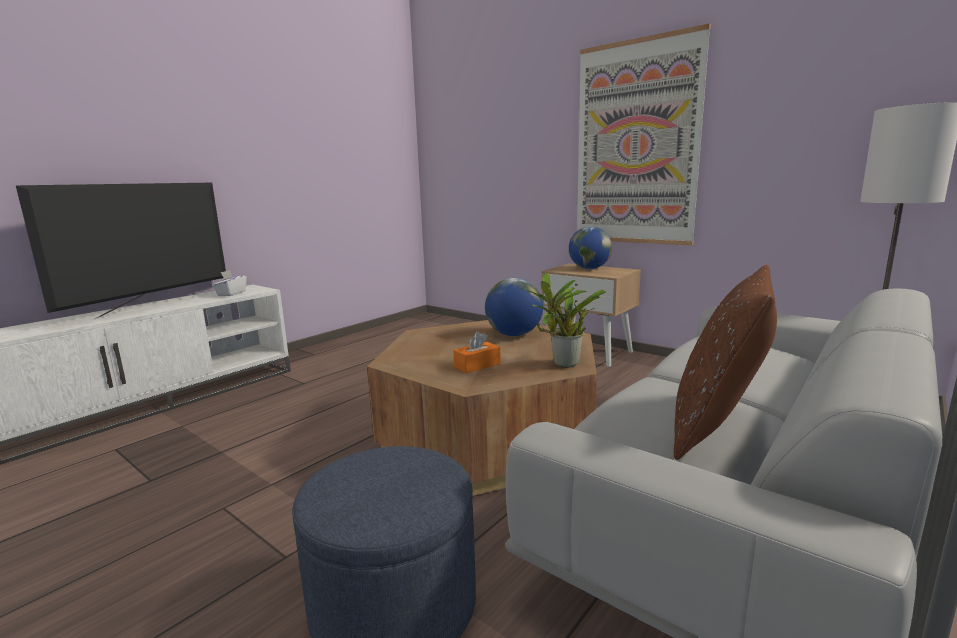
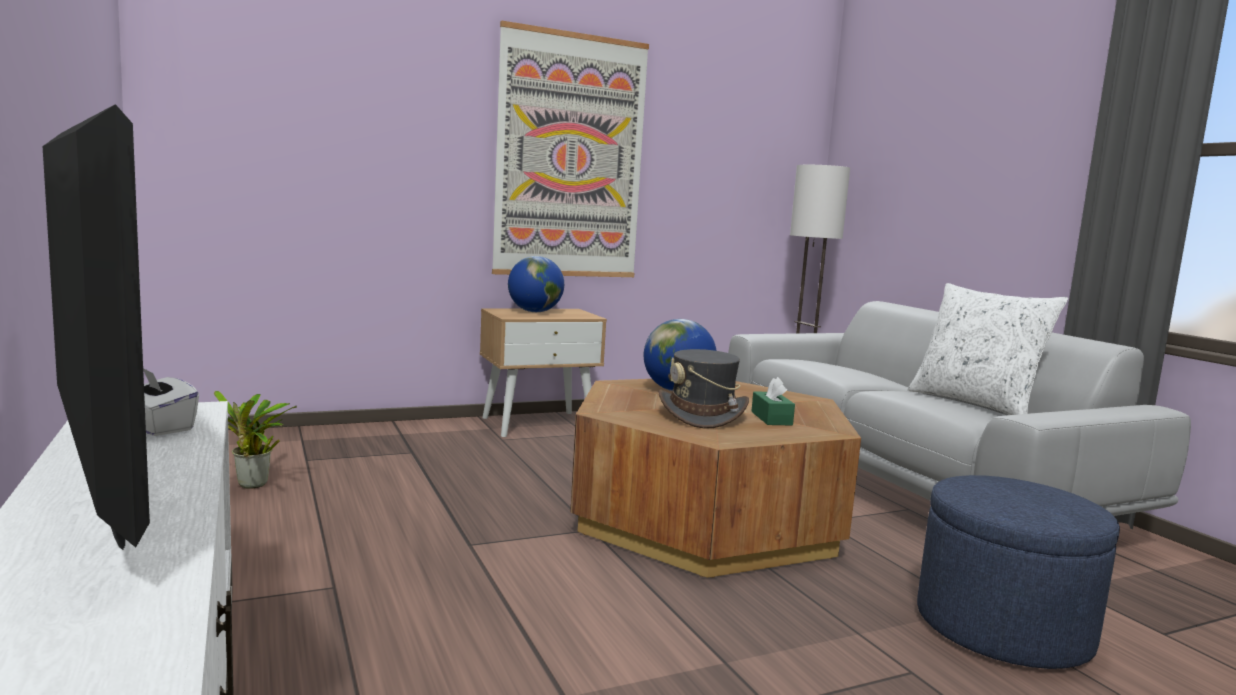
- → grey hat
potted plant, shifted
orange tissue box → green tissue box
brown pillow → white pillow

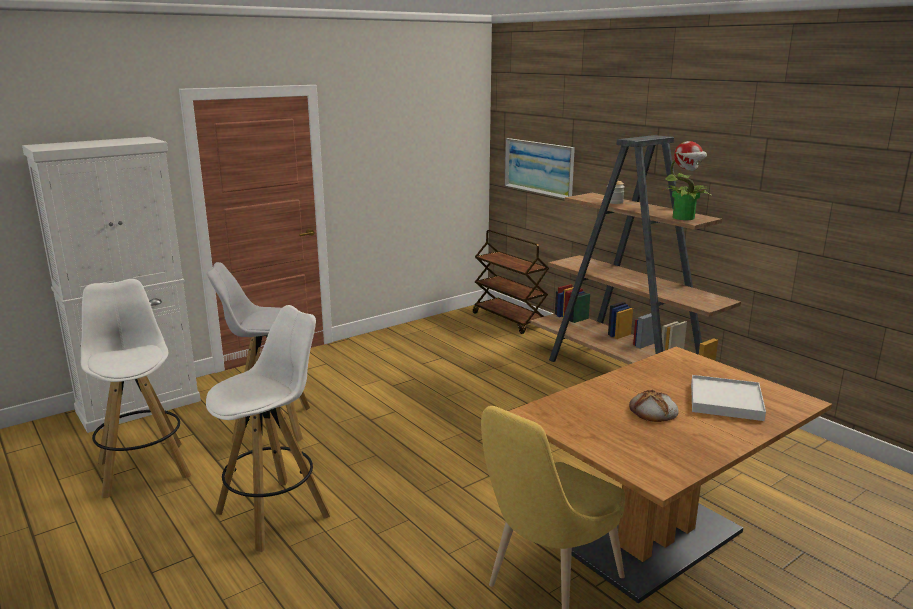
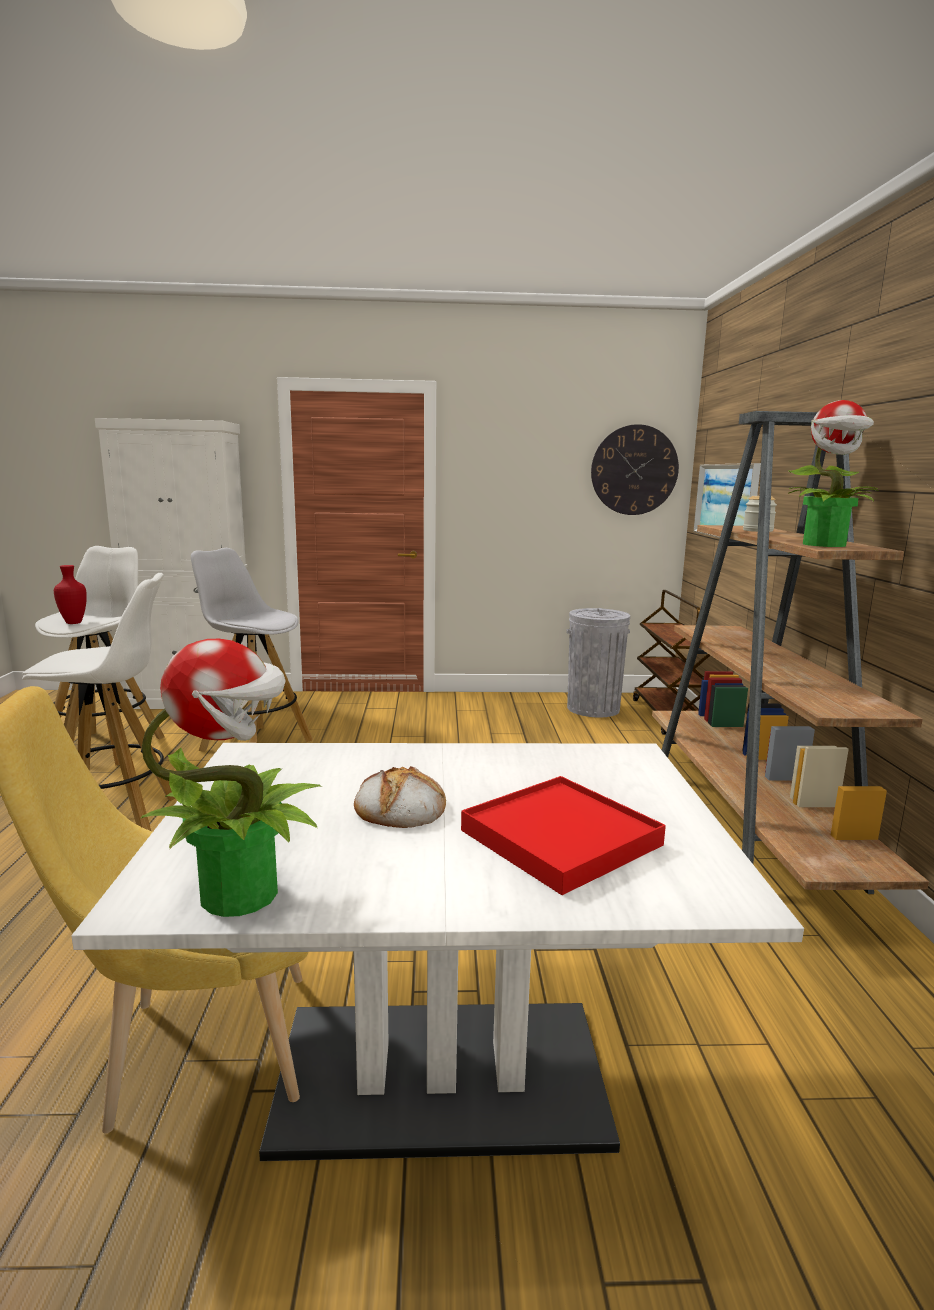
- → red vase
- → potted plant (no. 1 from left)
- → grey trash can
- → wall clock
brown dining table → white dining table
white tray → red tray

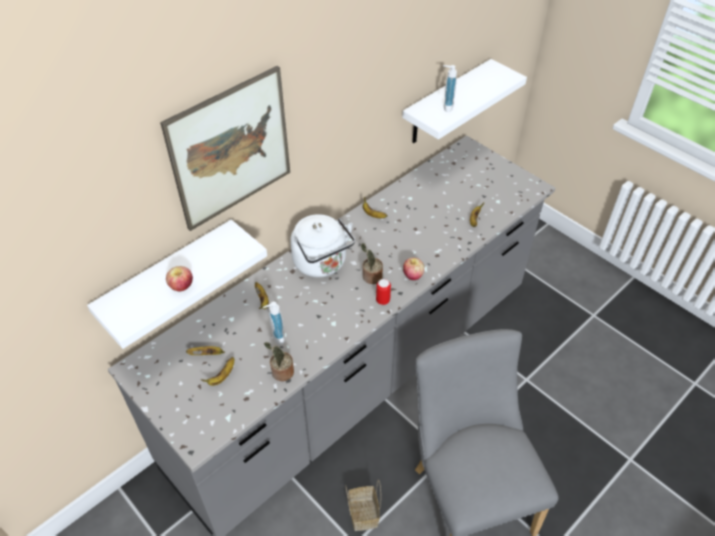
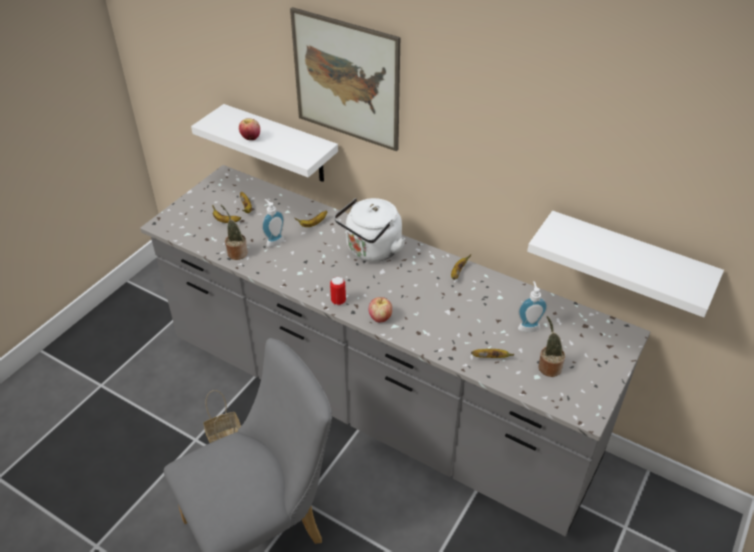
potted plant (no. 2 from left), shifted
soap dispenser (no. 2 from left), shifted

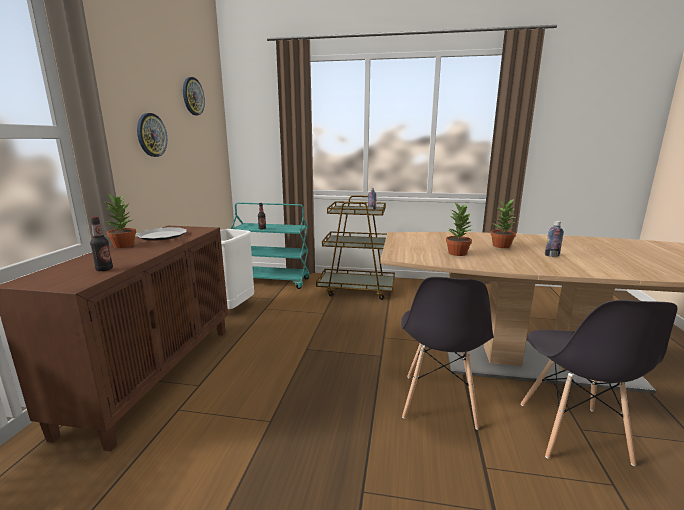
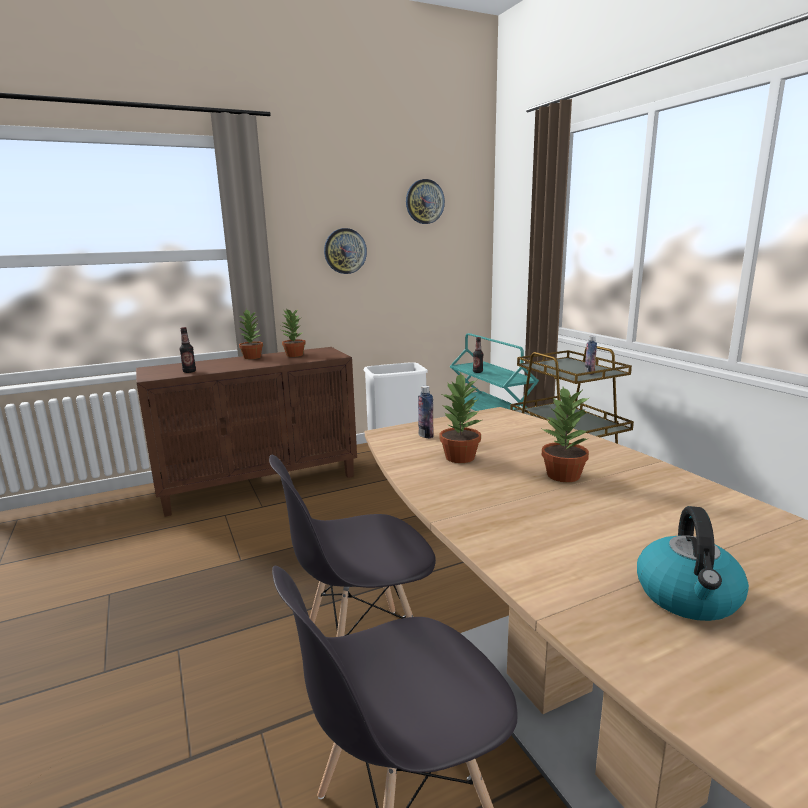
- → kettle
bottle (no. 4 from left in the first image) → bottle (no. 2 from left), shifted
plate → potted plant (no. 2 from left)

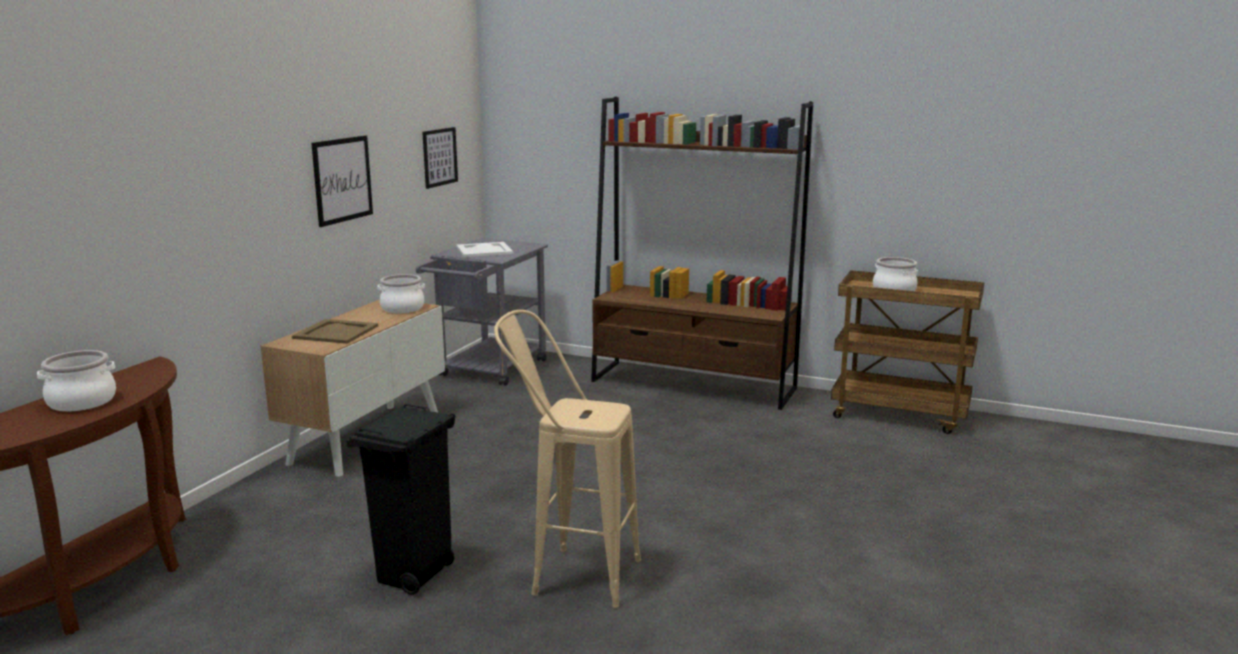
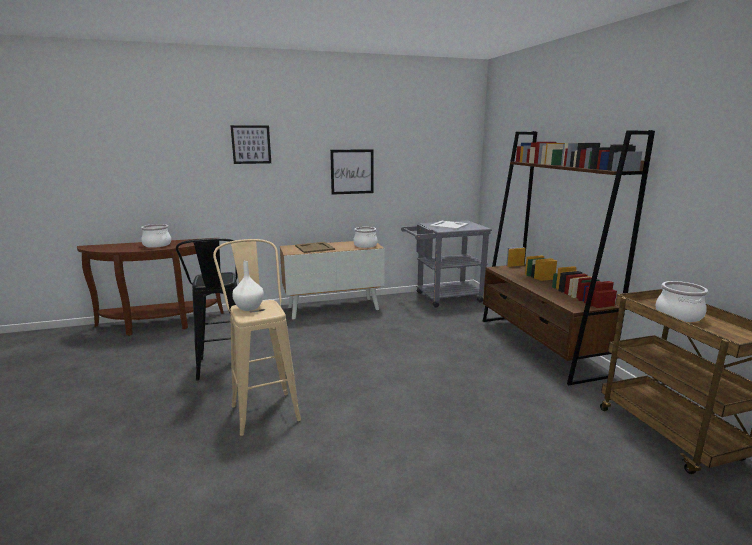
- → white vase
picture (no. 2 from left in the first image) → picture (no. 1 from left), shifted
black trash can → black stool

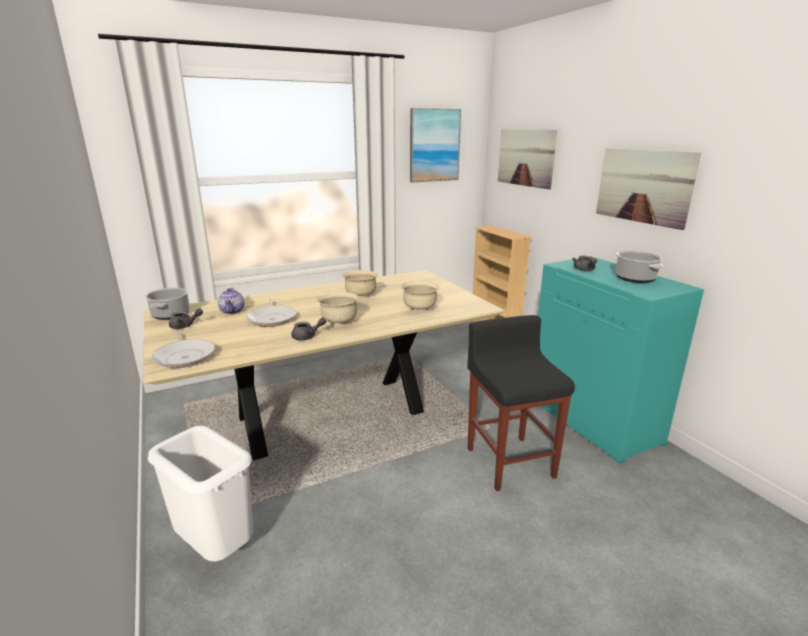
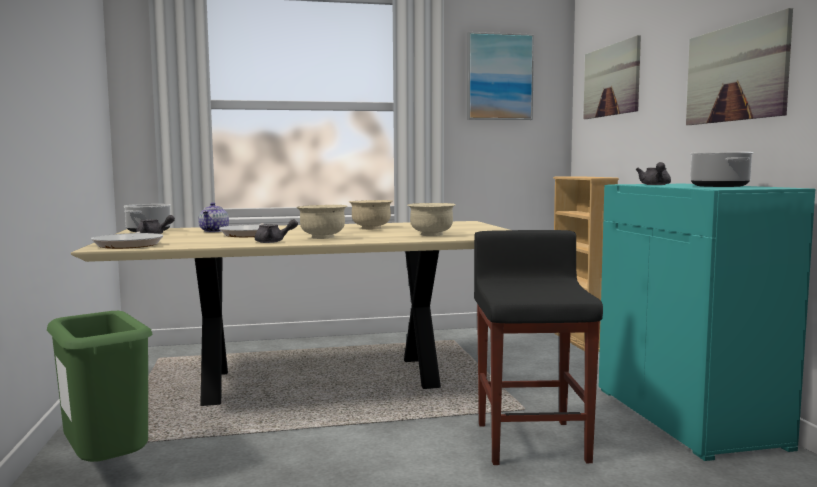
white trash can → green trash can

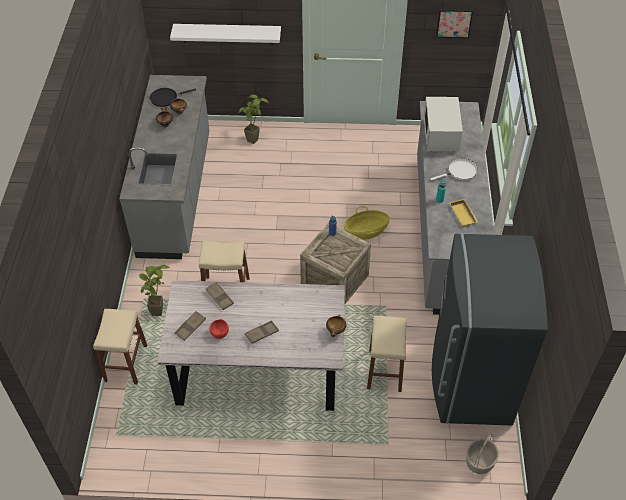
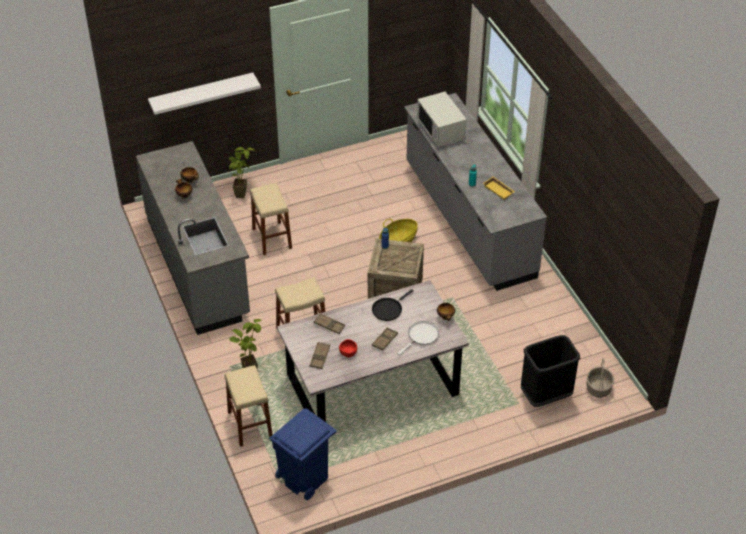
grey fridge → -
picture → -
- → blue trash can
- → black trash can
black frying pan, shifted
beige stool (no. 3 from left in the first image) → beige stool (no. 2 from left), shifted
white frying pan, shifted

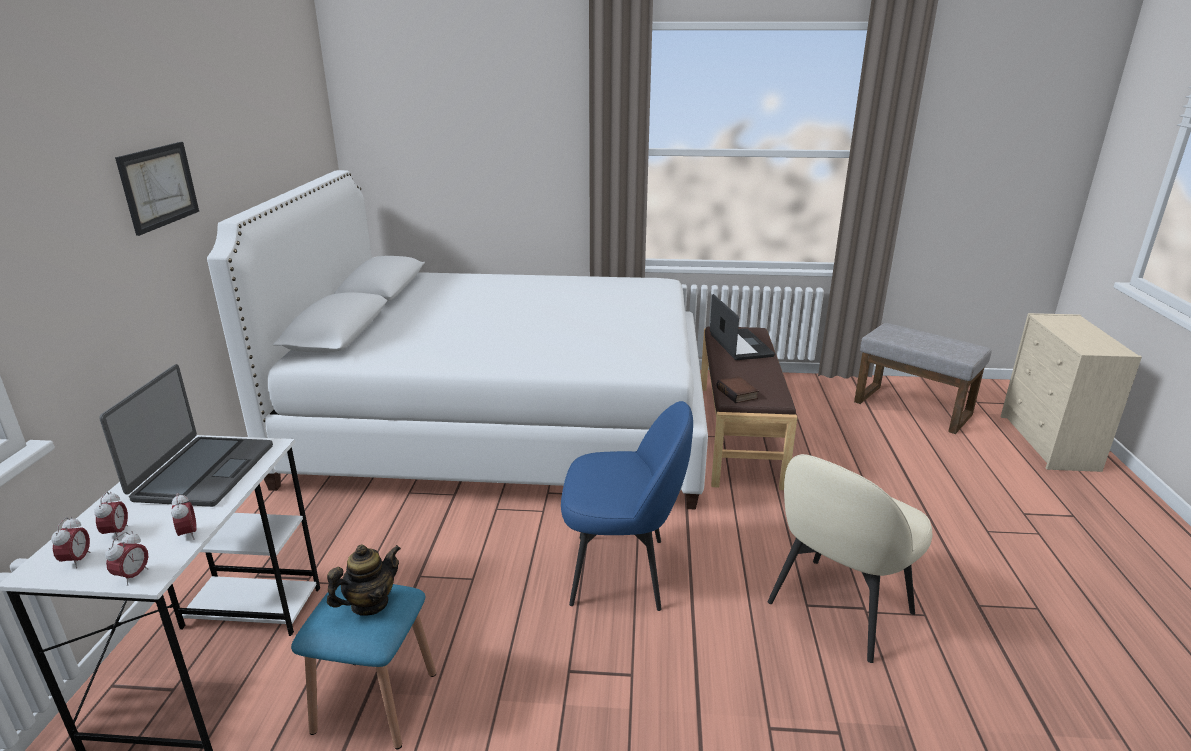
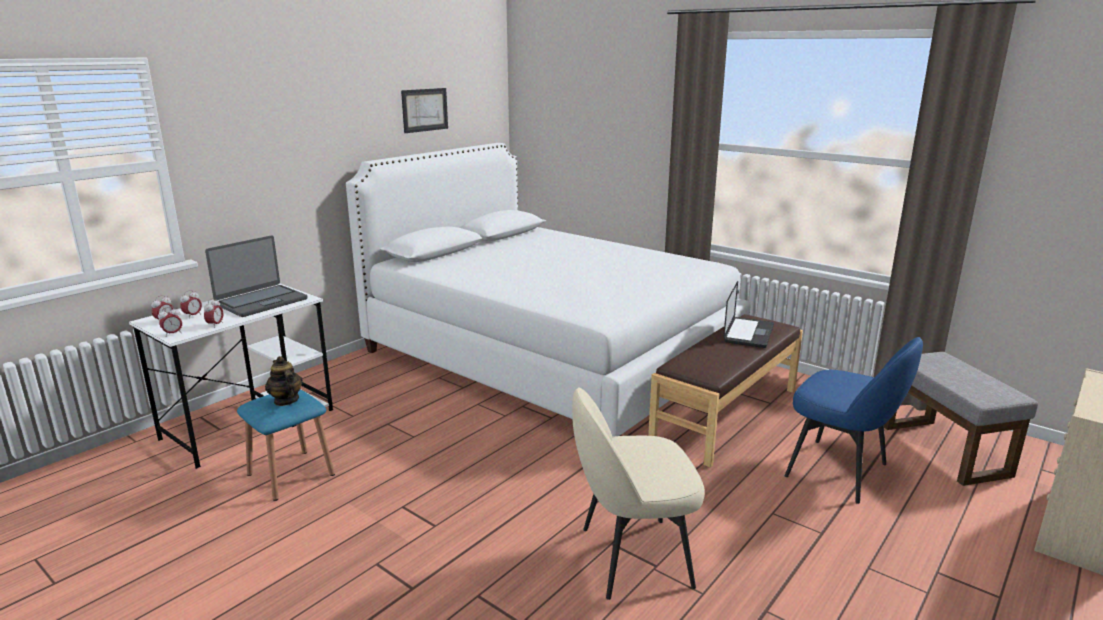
book → -
picture, shifted
blue chair, shifted
teapot, 120 degrees counterclockwise

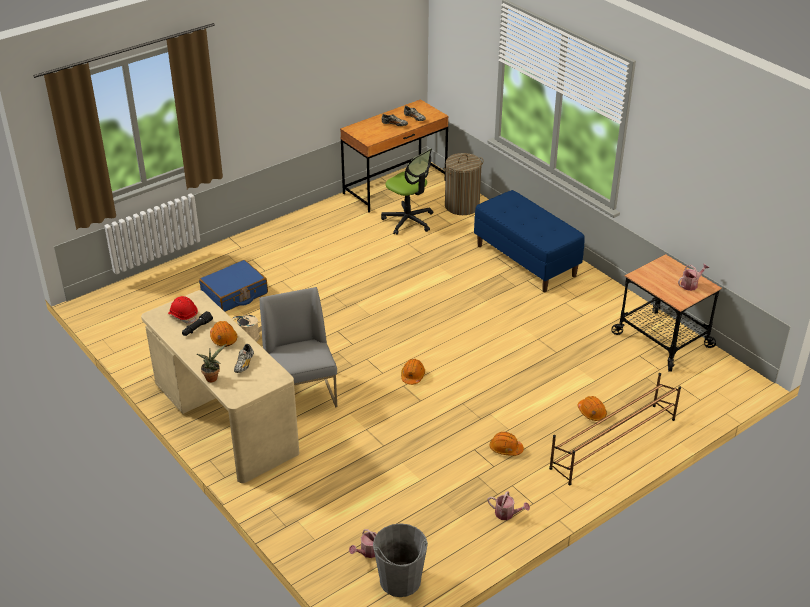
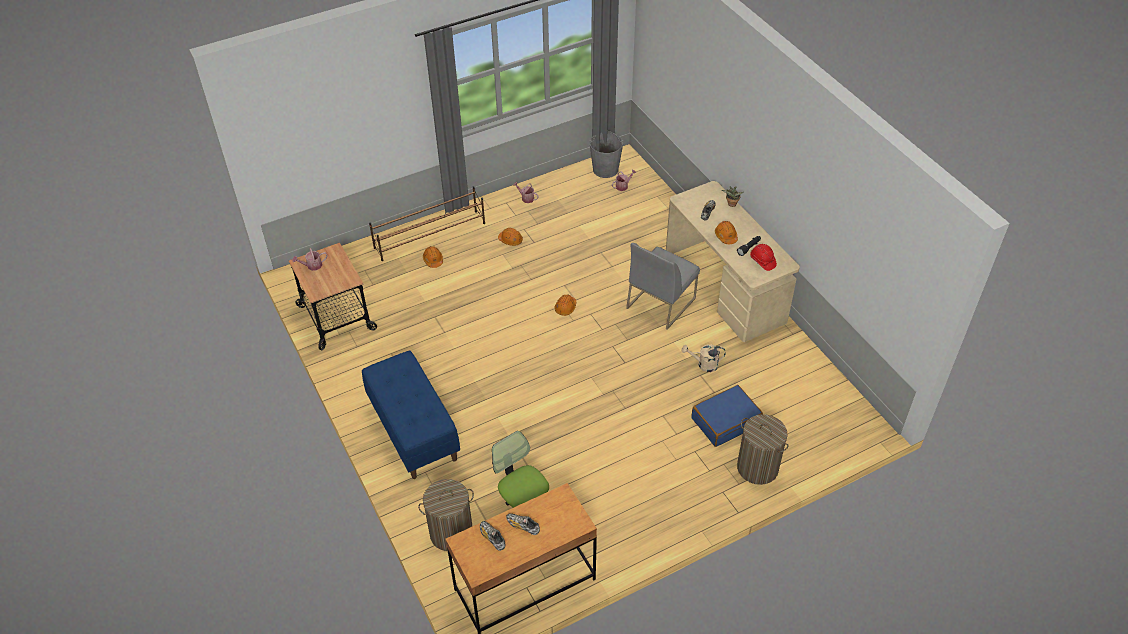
- → laundry basket (no. 2 from left)
grey chair, 45 degrees clockwise

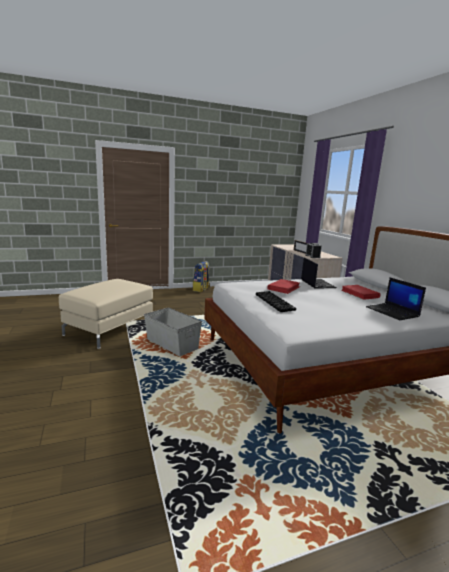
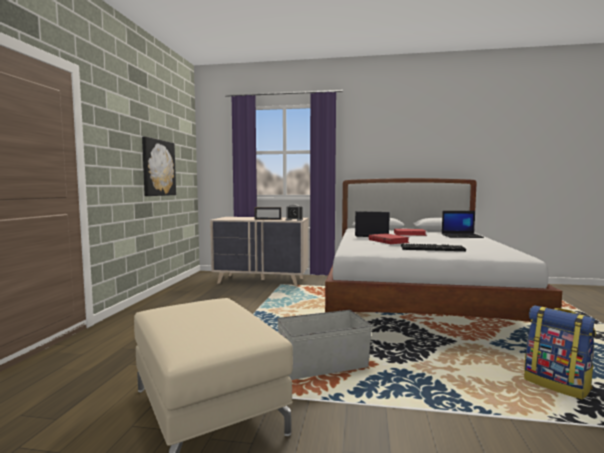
- → picture
backpack, shifted

